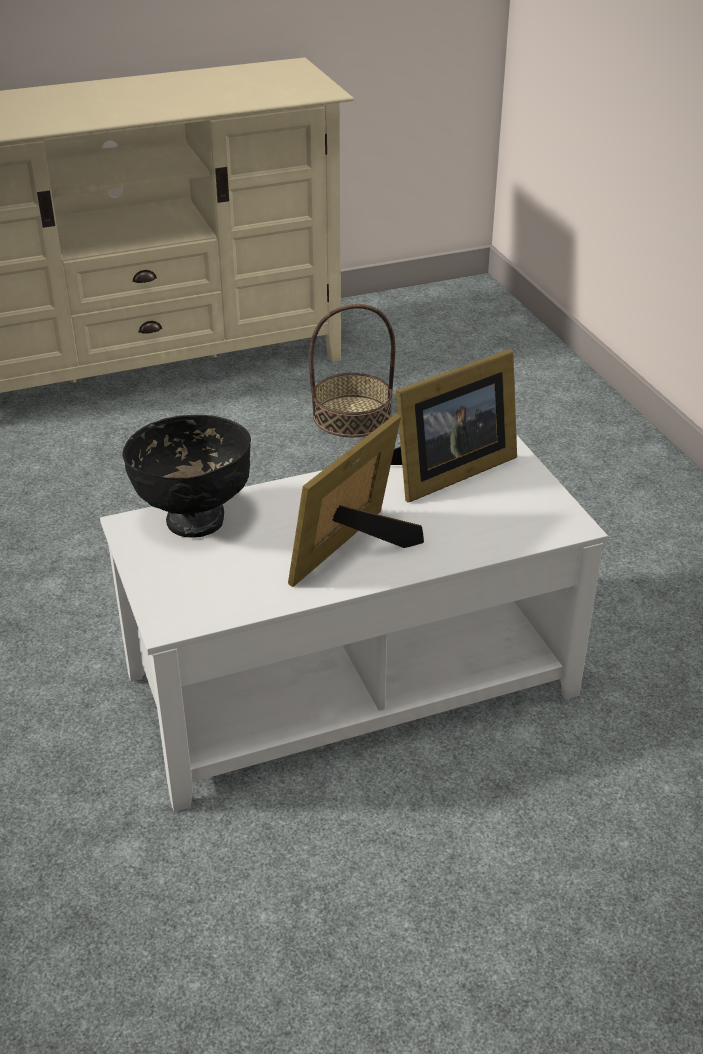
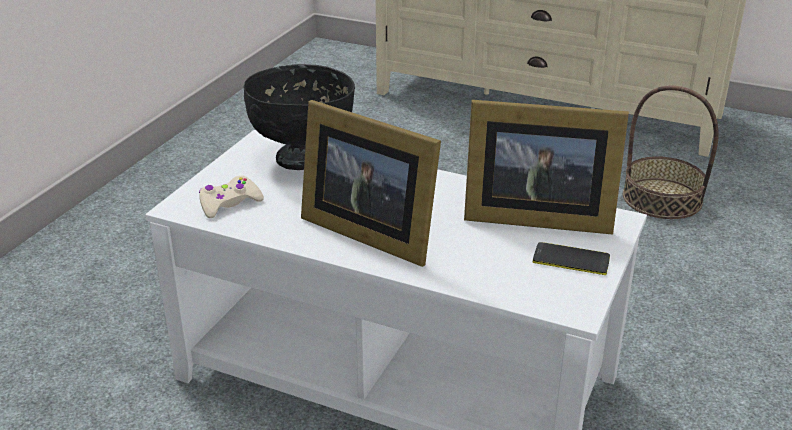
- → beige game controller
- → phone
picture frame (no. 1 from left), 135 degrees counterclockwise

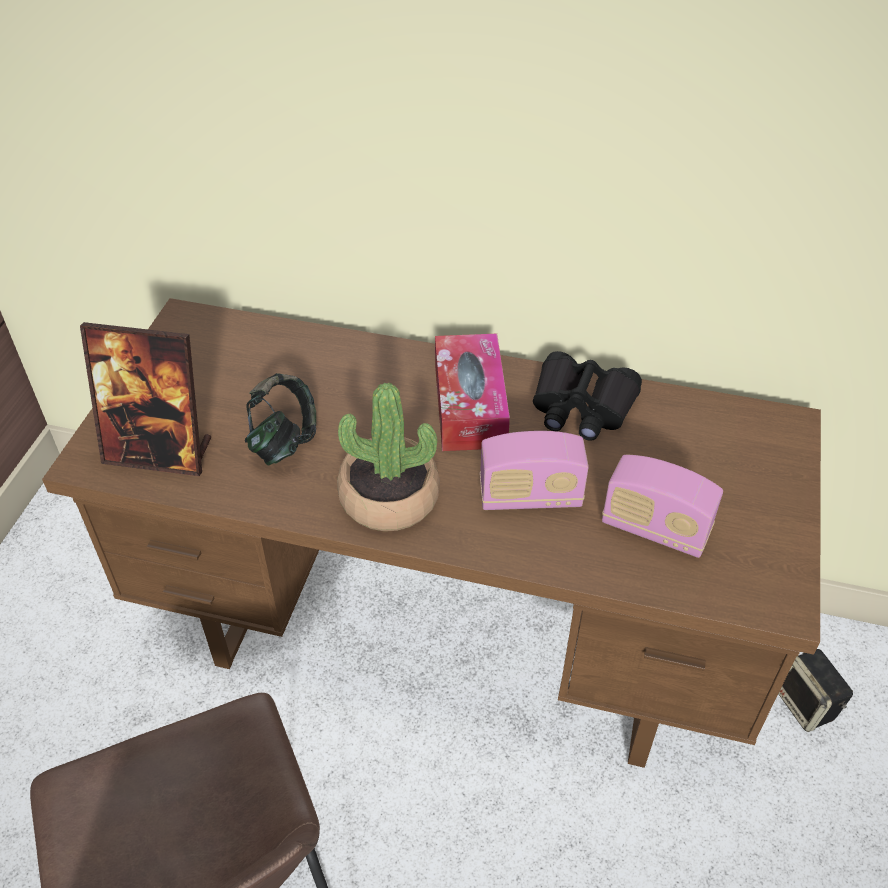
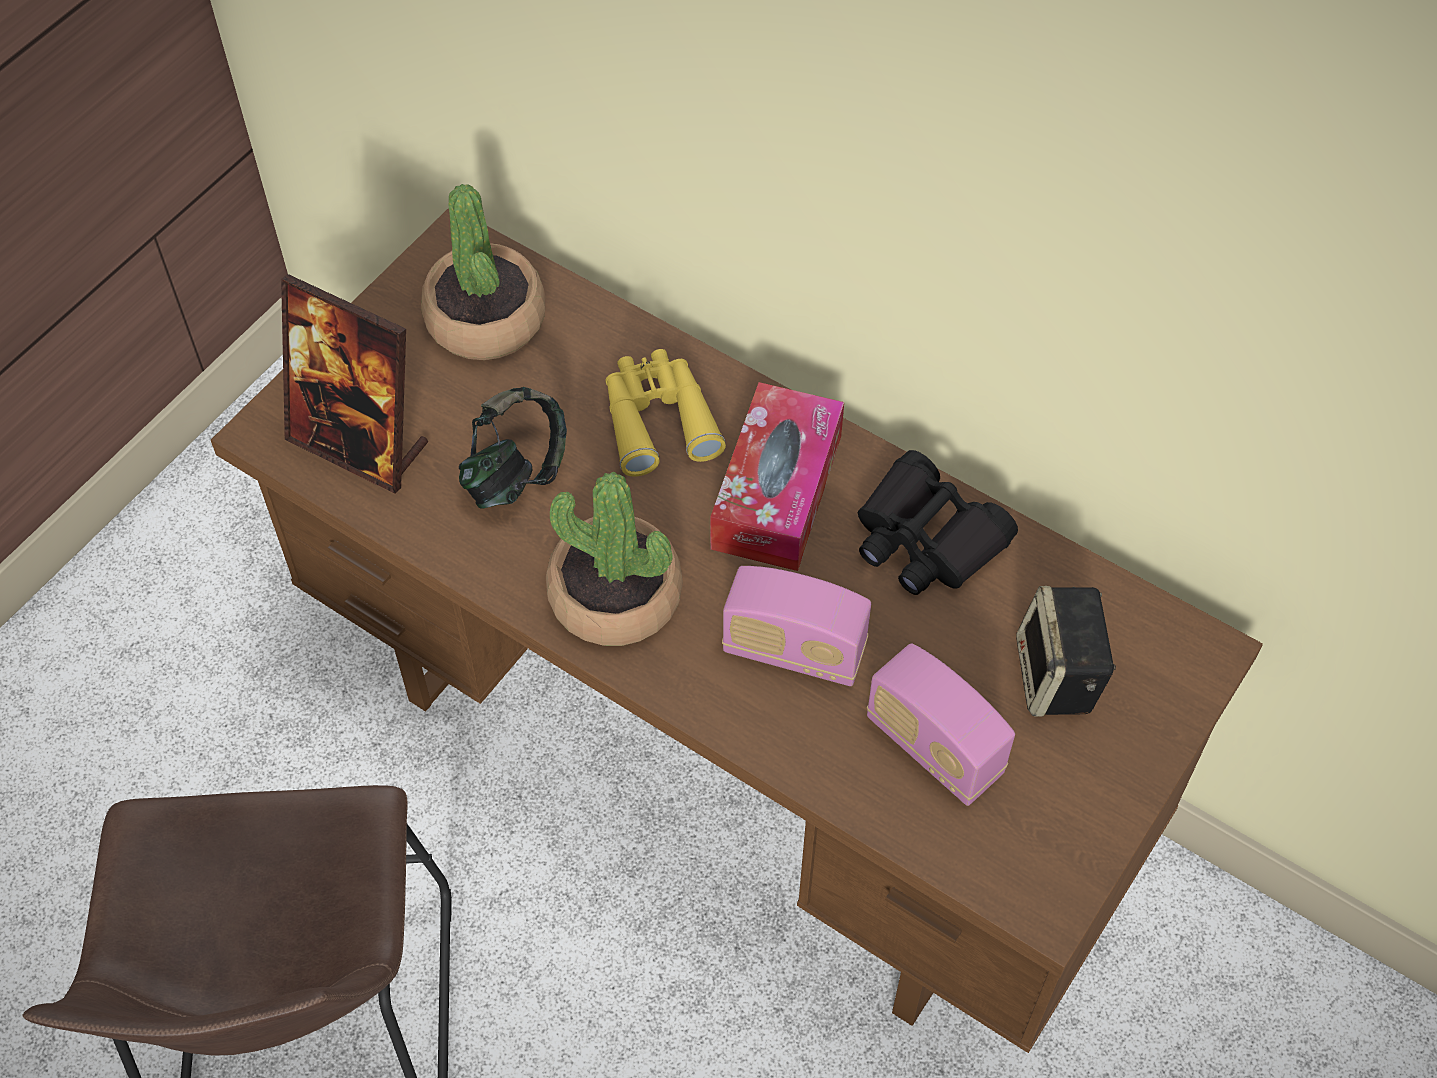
- → potted plant (no. 1 from left)
- → yellow binoculars
speaker, shifted

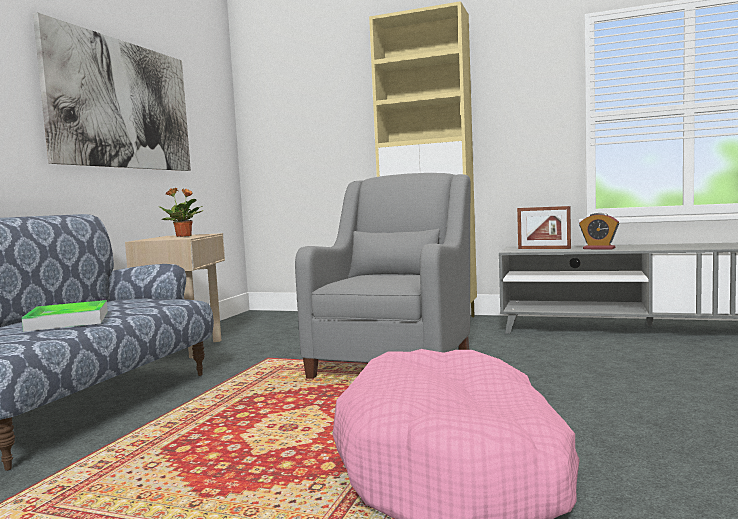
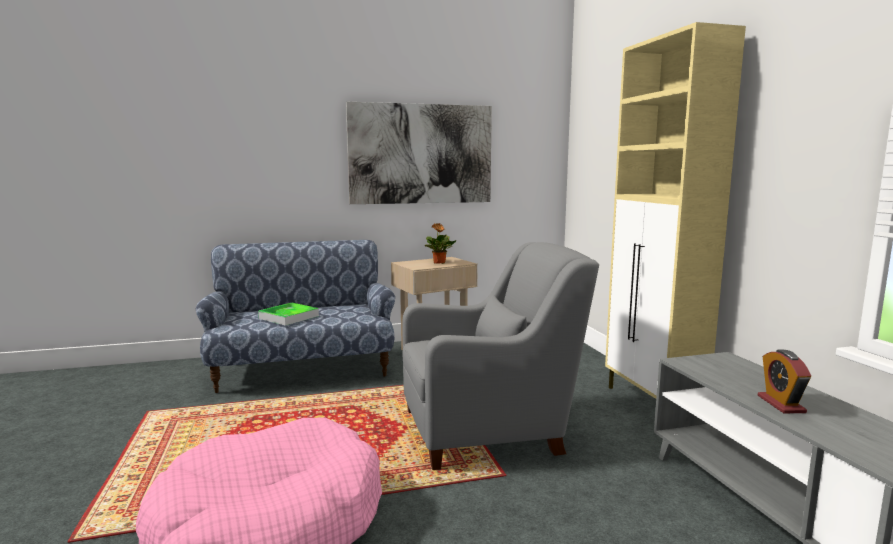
picture frame → -

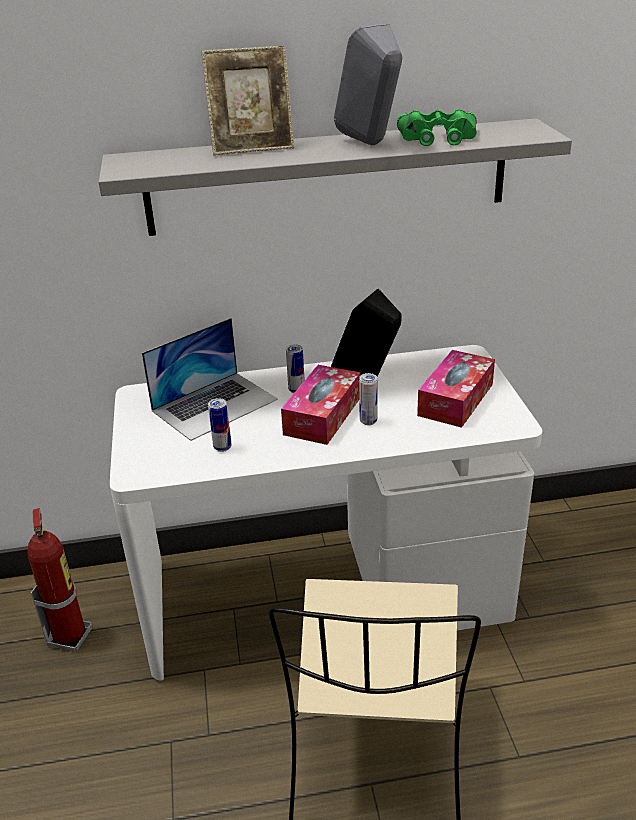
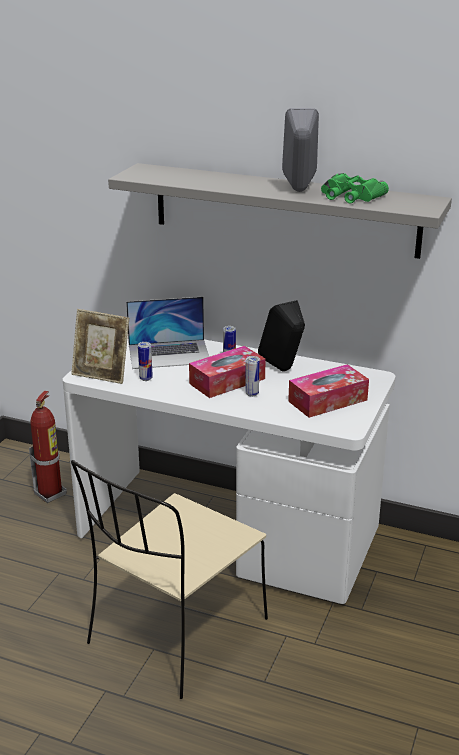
picture frame, shifted

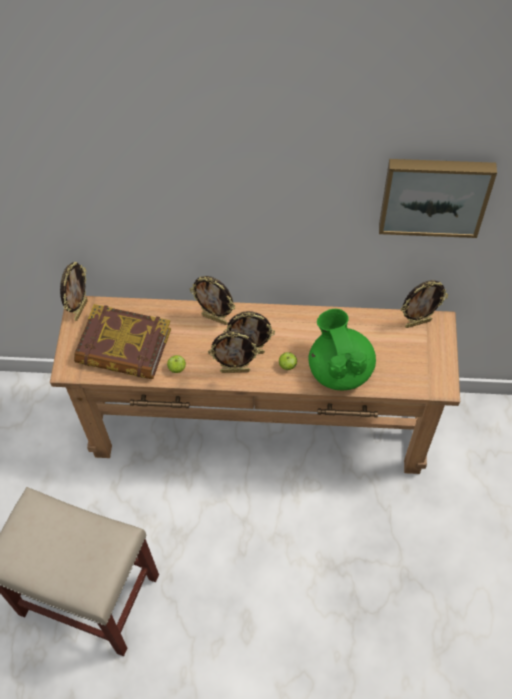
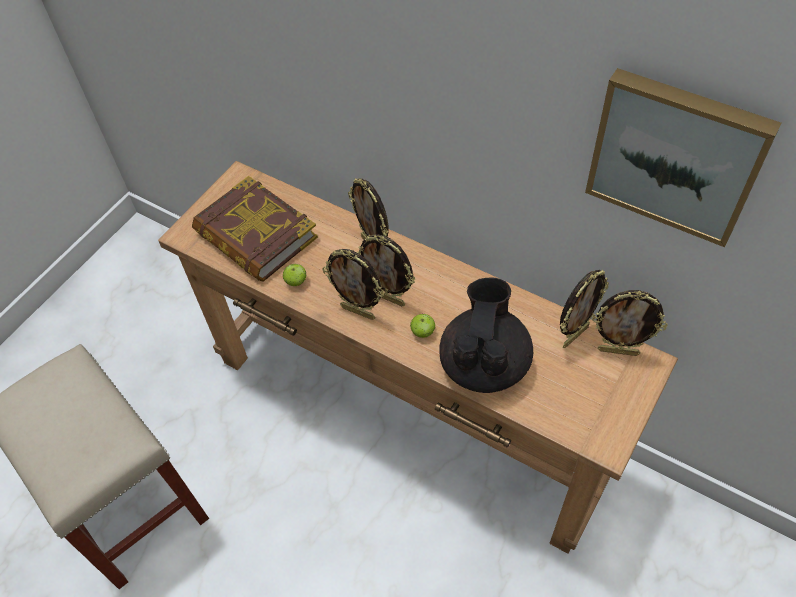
picture frame (no. 1 from left in the first image) → picture frame (no. 4 from left), shifted
green teapot → black teapot

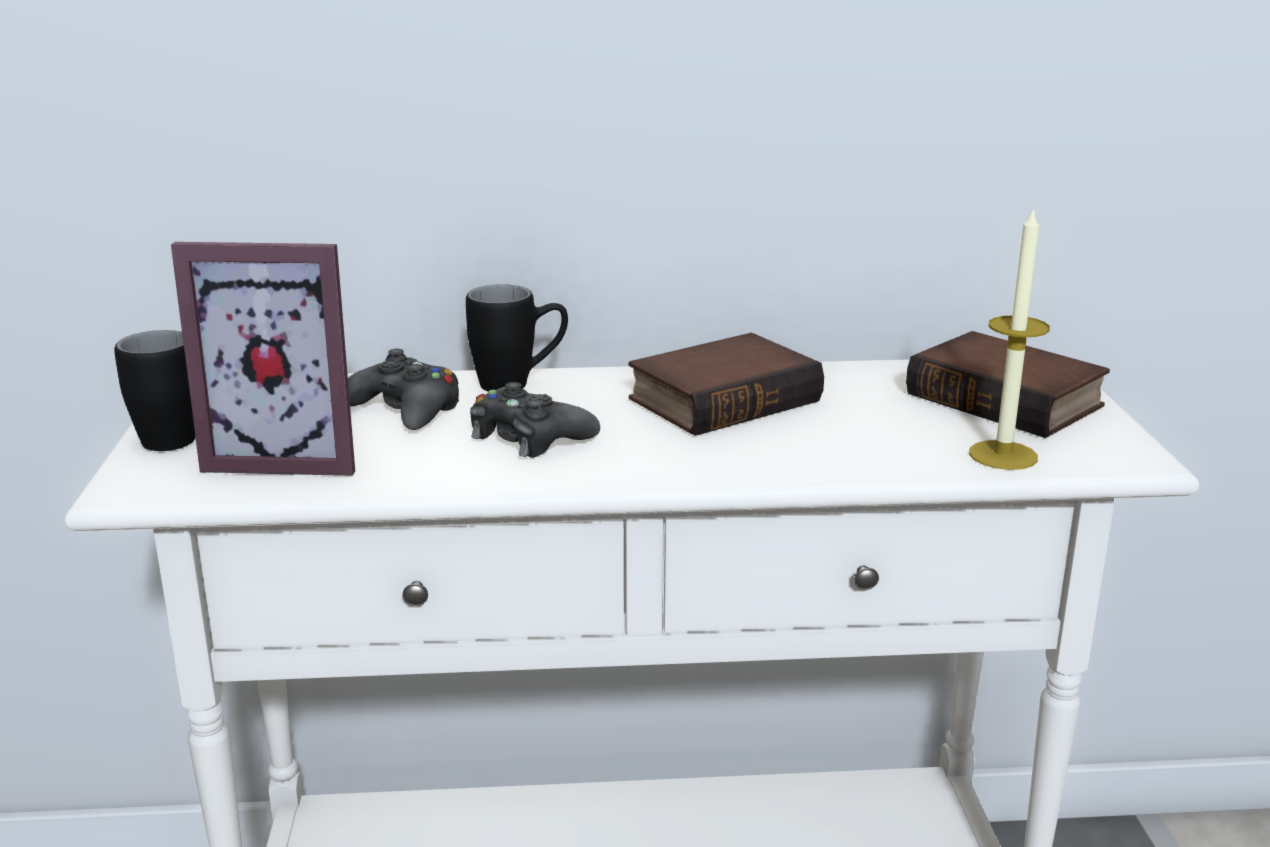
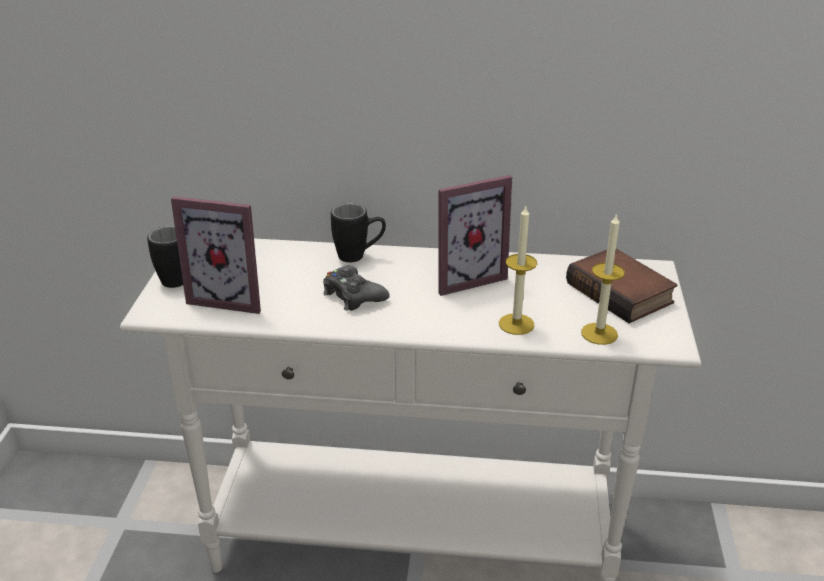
black game controller (no. 1 from left) → -
- → candle (no. 1 from left)
book (no. 1 from left) → picture frame (no. 2 from left)

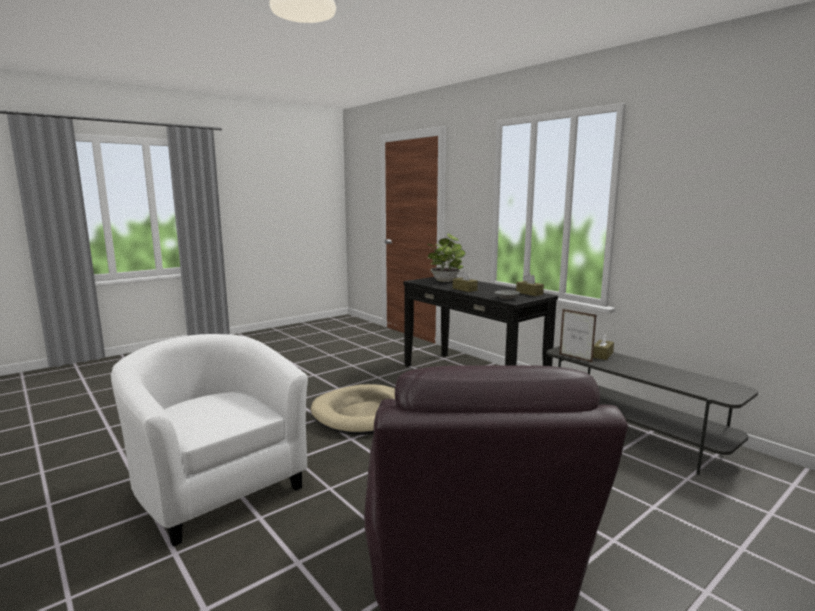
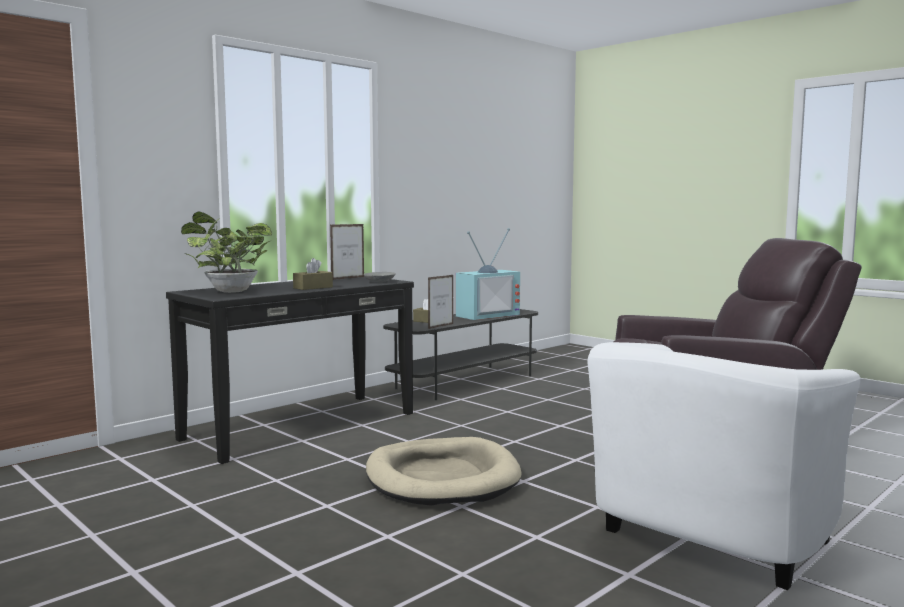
- → television
brown tissue box (no. 2 from left) → picture frame (no. 1 from left)

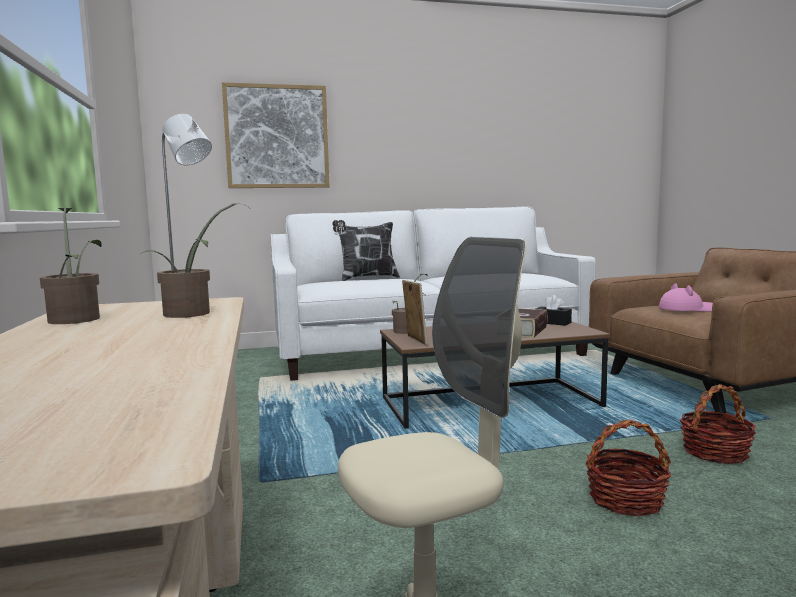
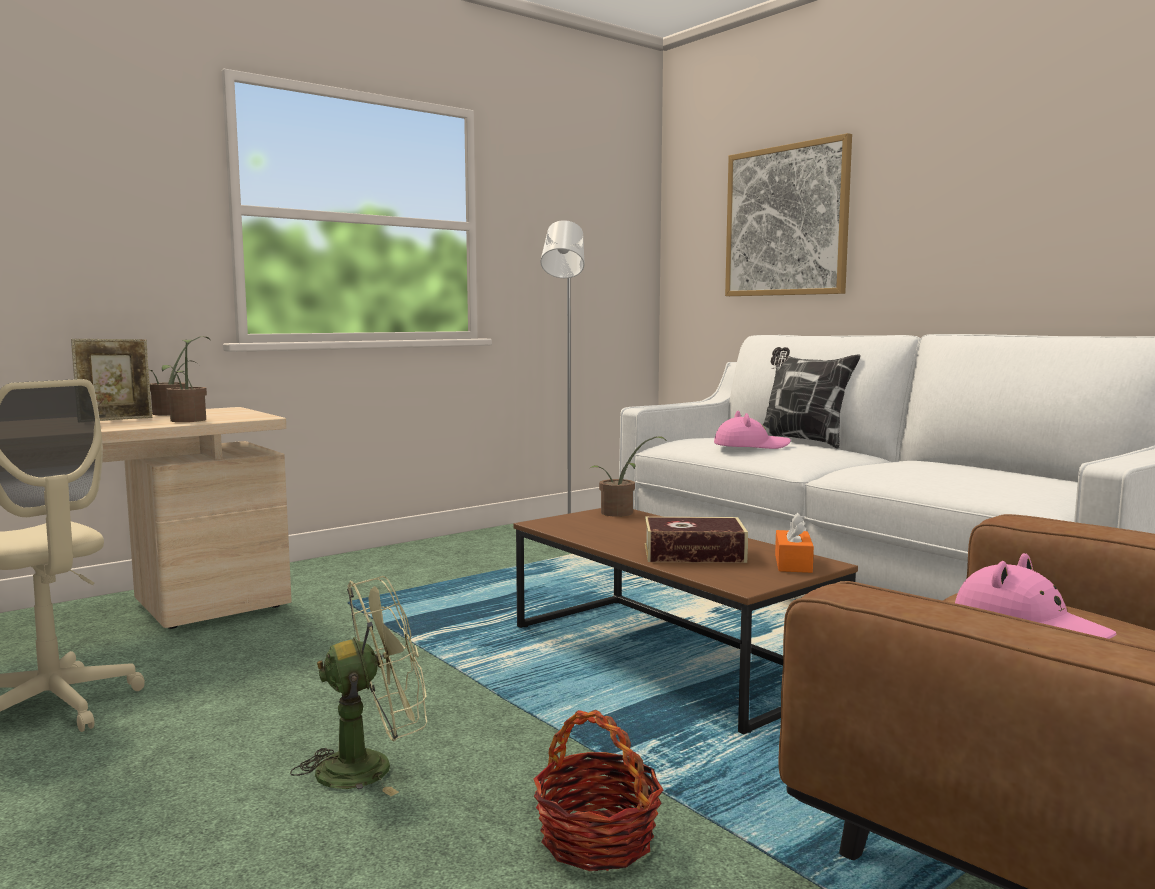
- → pink hat (no. 1 from left)
picture frame, shifted
basket (no. 1 from left) → green fan
black tissue box → orange tissue box

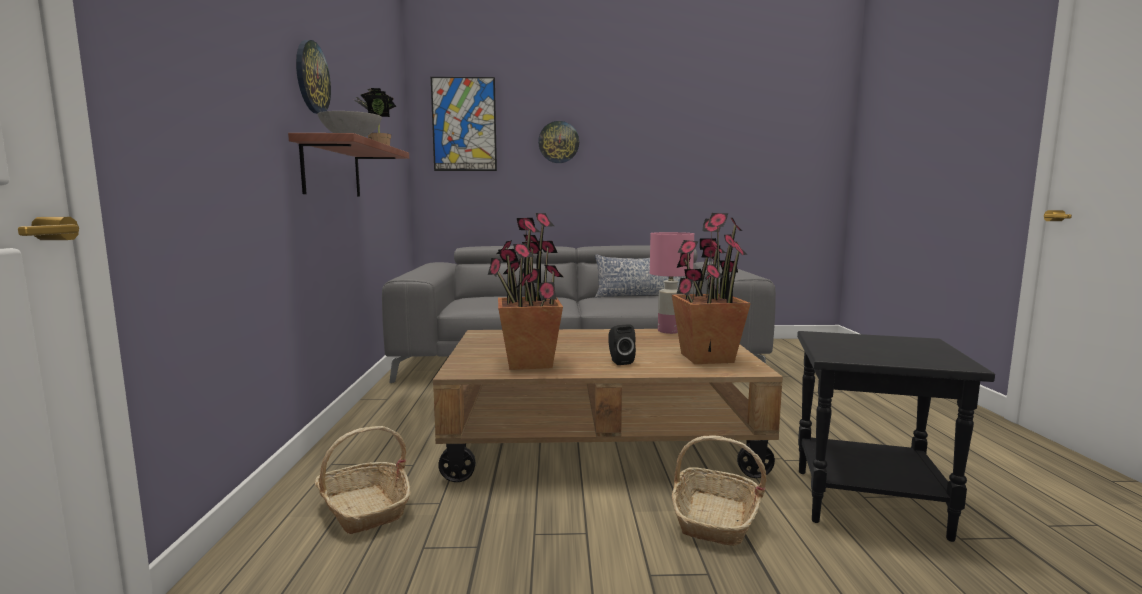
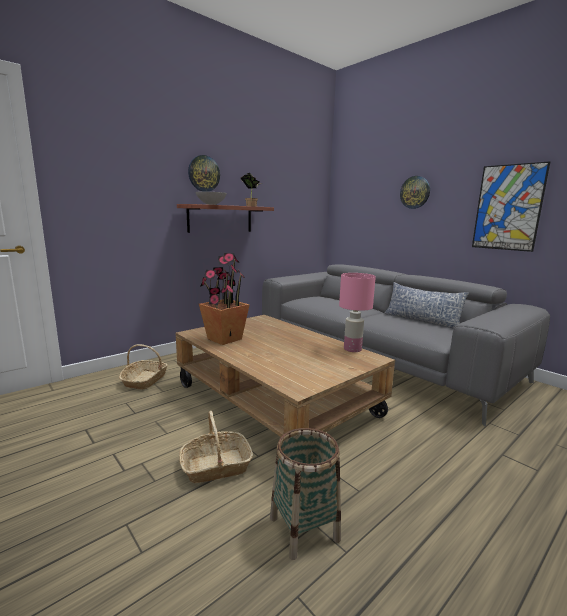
black speaker → -
potted plant (no. 3 from left) → -
picture, shifted
black side table → basket (no. 3 from left)

